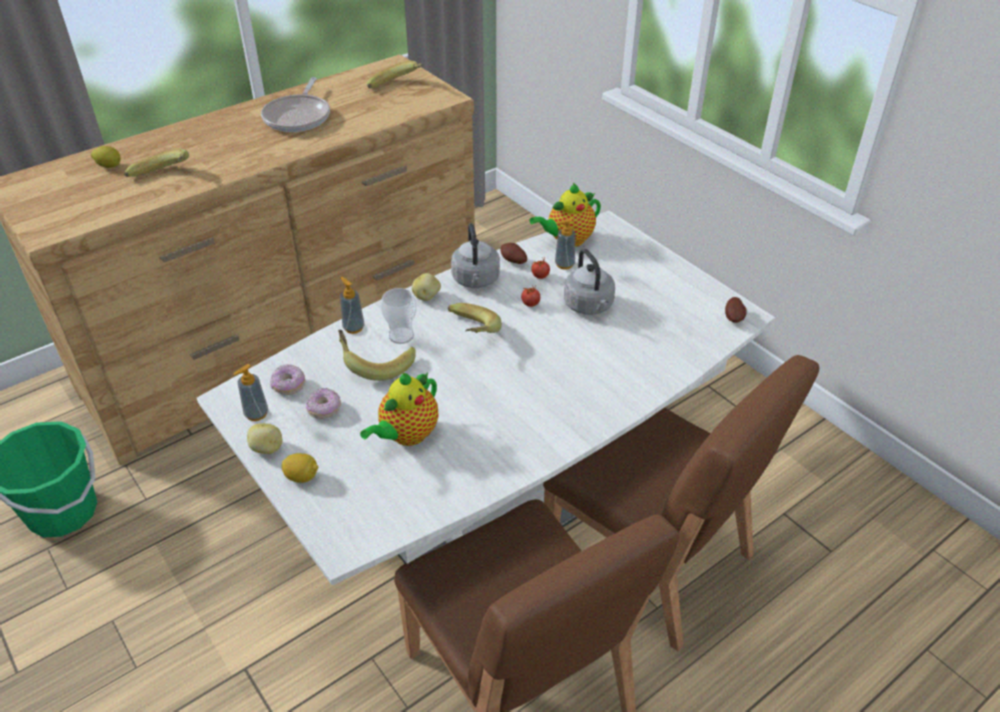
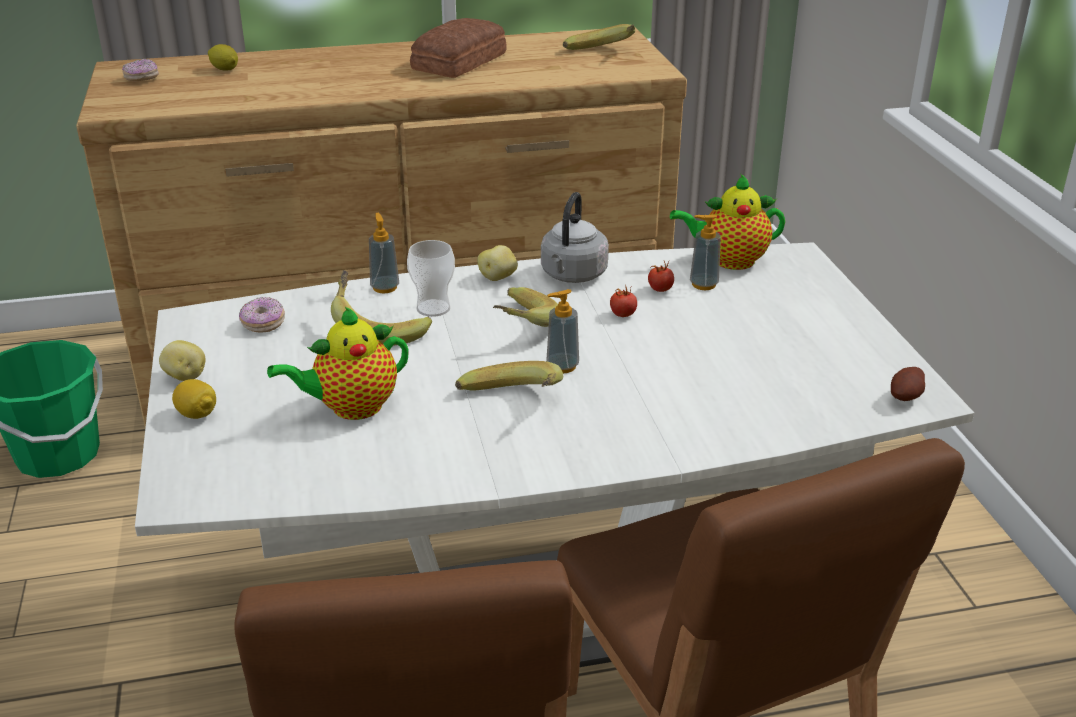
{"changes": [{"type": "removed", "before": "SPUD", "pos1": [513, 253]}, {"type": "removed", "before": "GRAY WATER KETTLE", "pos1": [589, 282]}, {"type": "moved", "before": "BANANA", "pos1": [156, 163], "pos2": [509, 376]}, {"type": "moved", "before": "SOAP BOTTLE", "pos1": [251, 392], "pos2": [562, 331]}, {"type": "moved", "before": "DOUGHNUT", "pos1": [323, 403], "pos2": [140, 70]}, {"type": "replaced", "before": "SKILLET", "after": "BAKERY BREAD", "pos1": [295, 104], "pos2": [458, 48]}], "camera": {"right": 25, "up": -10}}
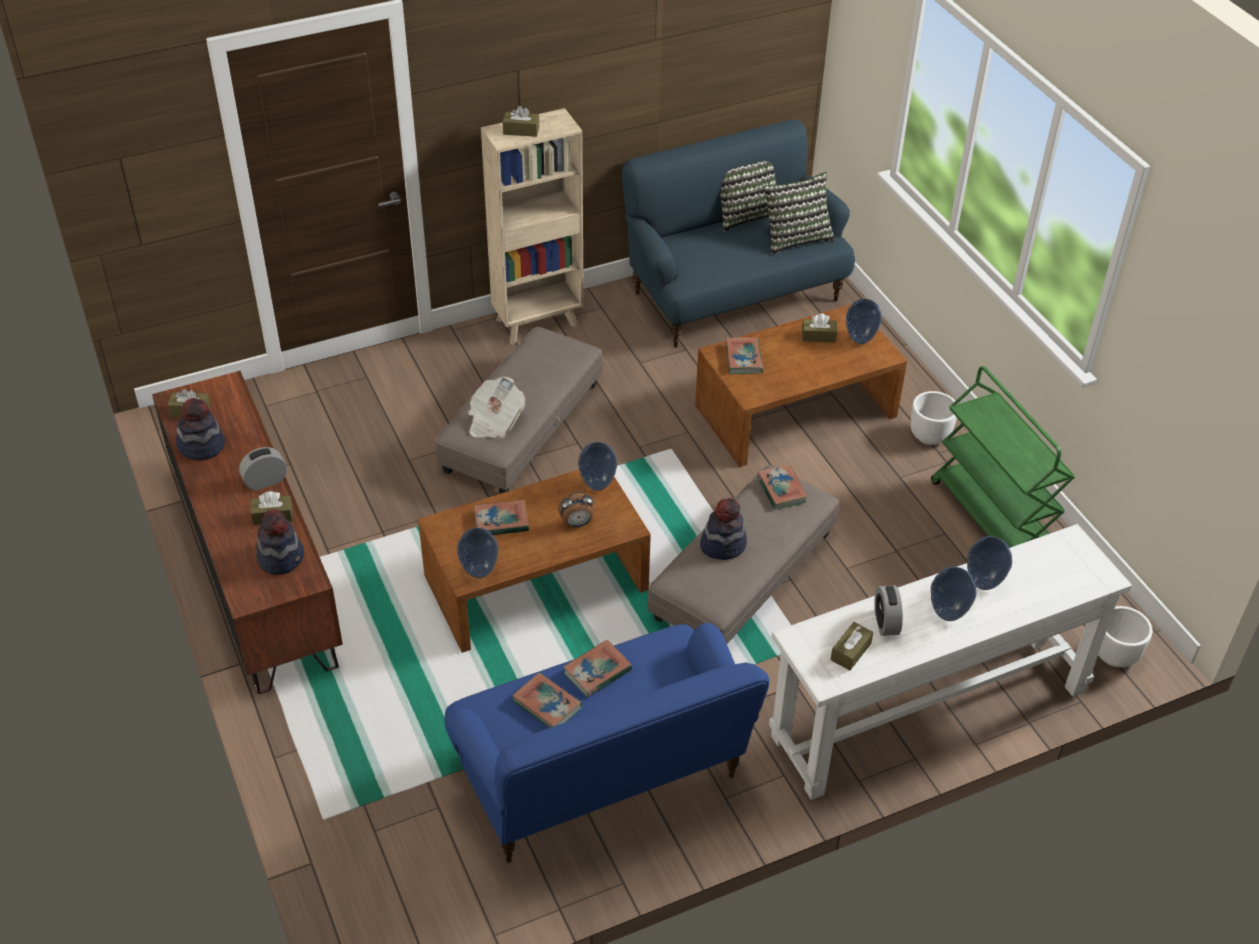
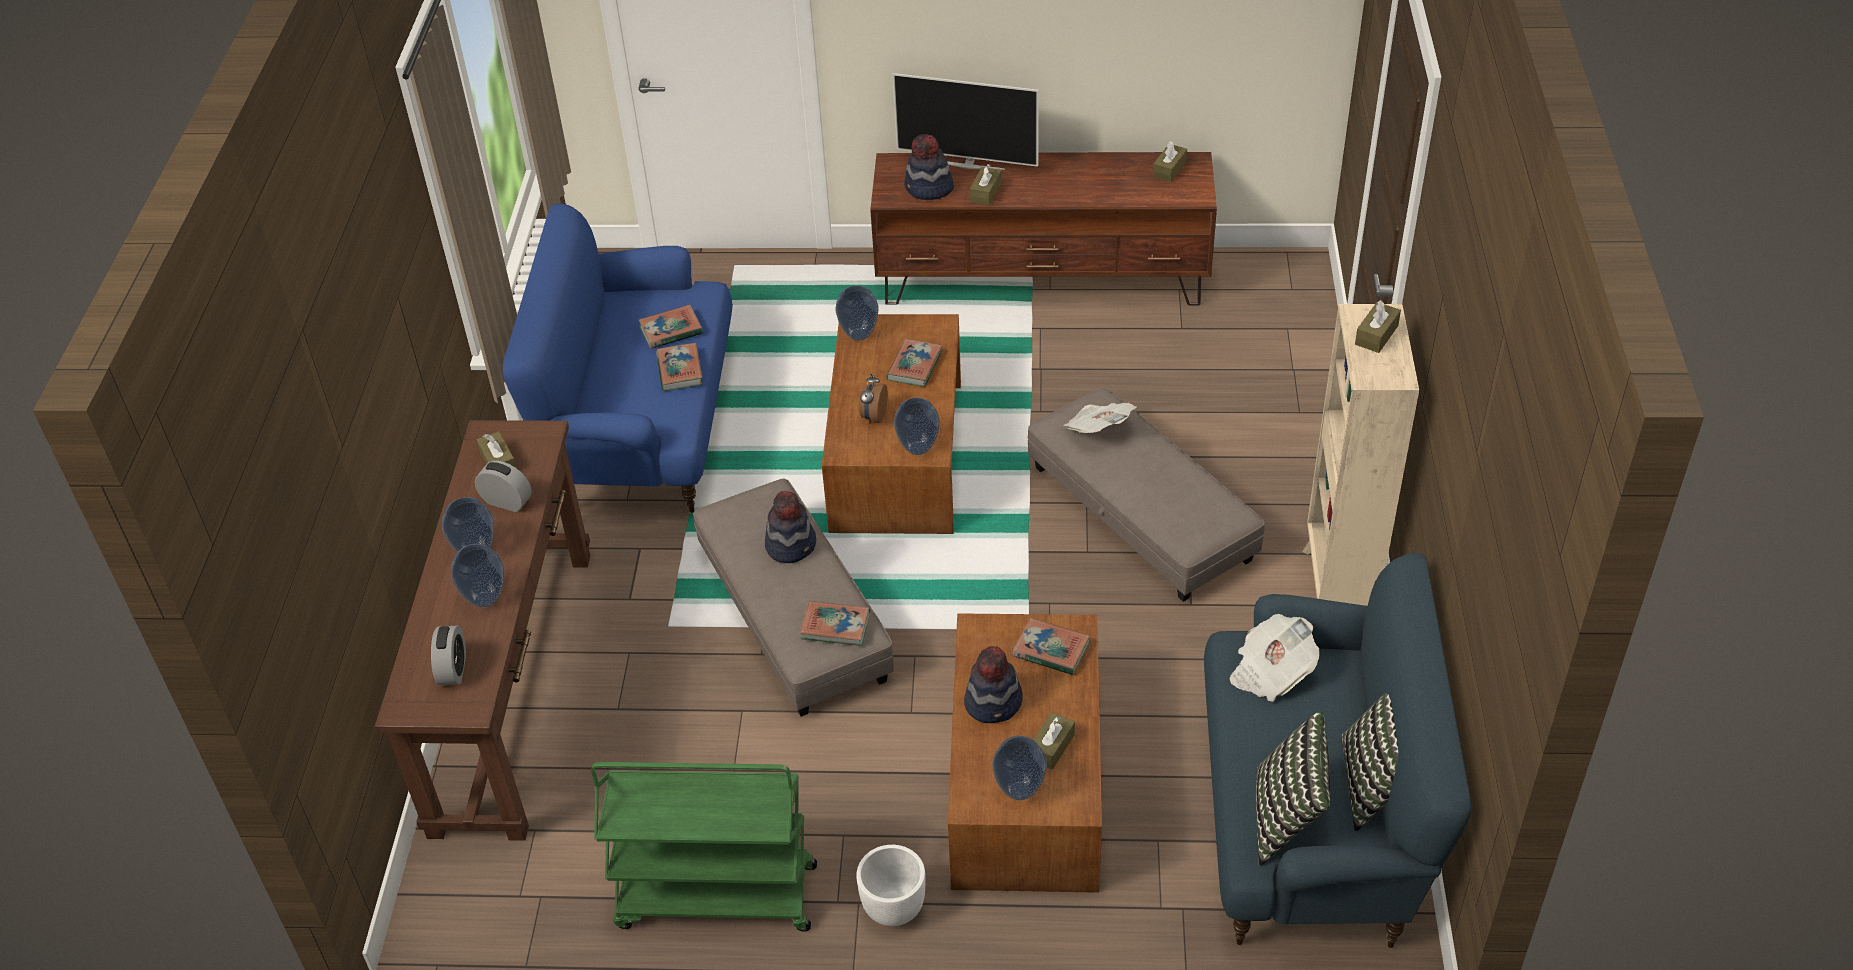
{"changes": [{"type": "removed", "before": "WHITE PLANTER", "pos1": [1125, 636]}, {"type": "added", "after": "TELEVISION", "pos2": [965, 121]}, {"type": "added", "after": "PRINTED PAPER", "pos2": [1275, 658]}, {"type": "moved", "before": "WEARABLE HAT", "pos1": [200, 429], "pos2": [993, 684]}, {"type": "moved", "before": "BEDSIDE CLOCK", "pos1": [263, 469], "pos2": [448, 655]}, {"type": "recoloured", "before": "WHITE HALL TABLE", "after": "BROWNISH HALL TABLE", "pos1": [950, 662], "pos2": [482, 630]}], "camera": {"right": 120, "up": 0}}
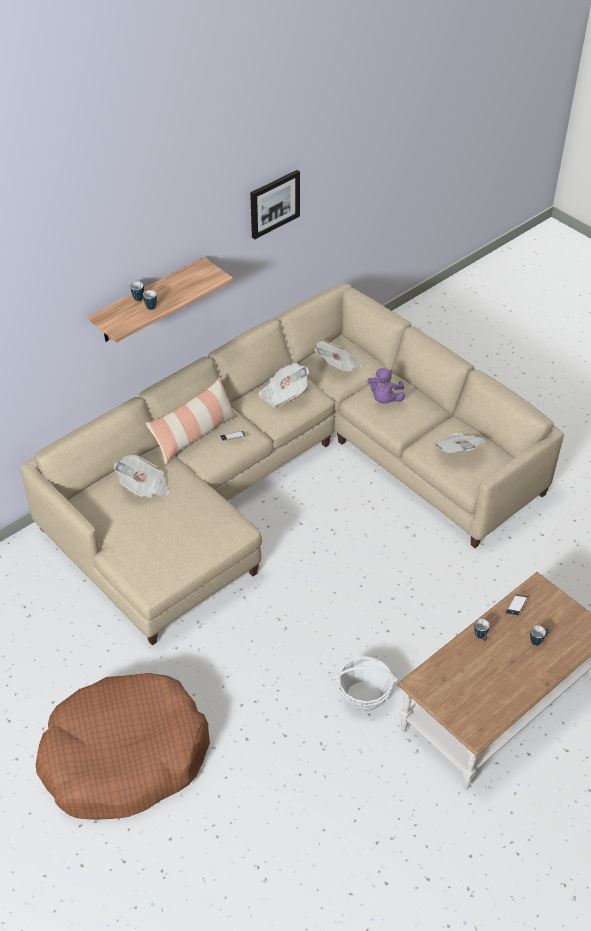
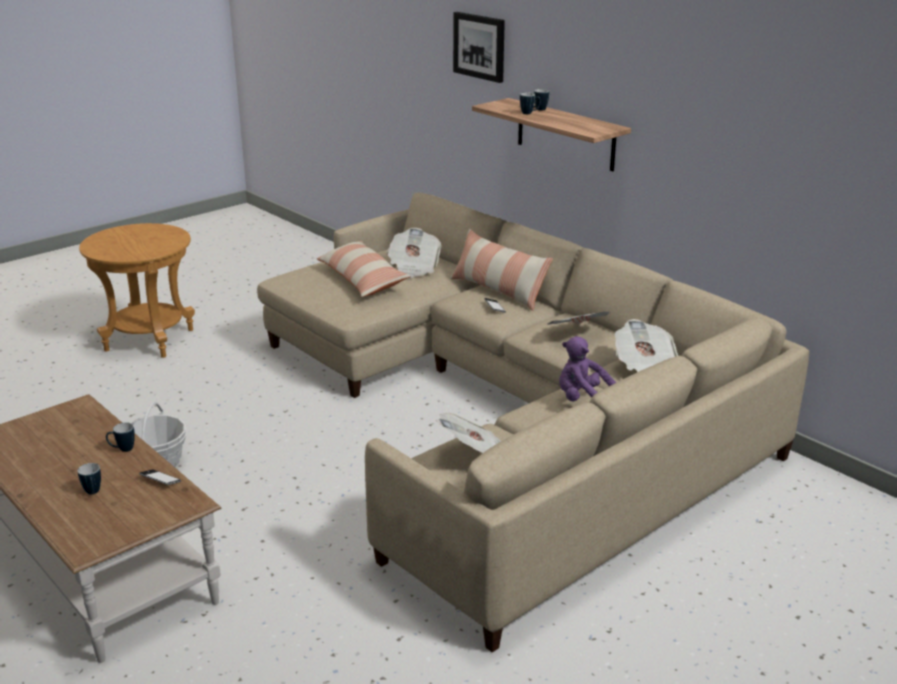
{"changes": [{"type": "added", "after": "PILLOW", "pos2": [364, 269]}, {"type": "moved", "before": "PICTURE", "pos1": [275, 204], "pos2": [479, 47]}, {"type": "replaced", "before": "BROWNISH PET BED", "after": "BROWNISH SIDE TABLE", "pos1": [123, 746], "pos2": [137, 290]}], "camera": {"right": 90, "up": -20}}
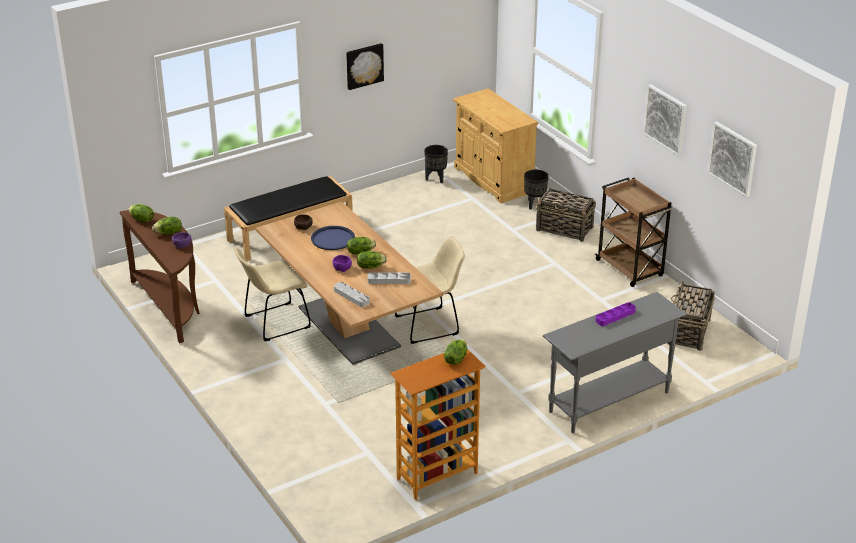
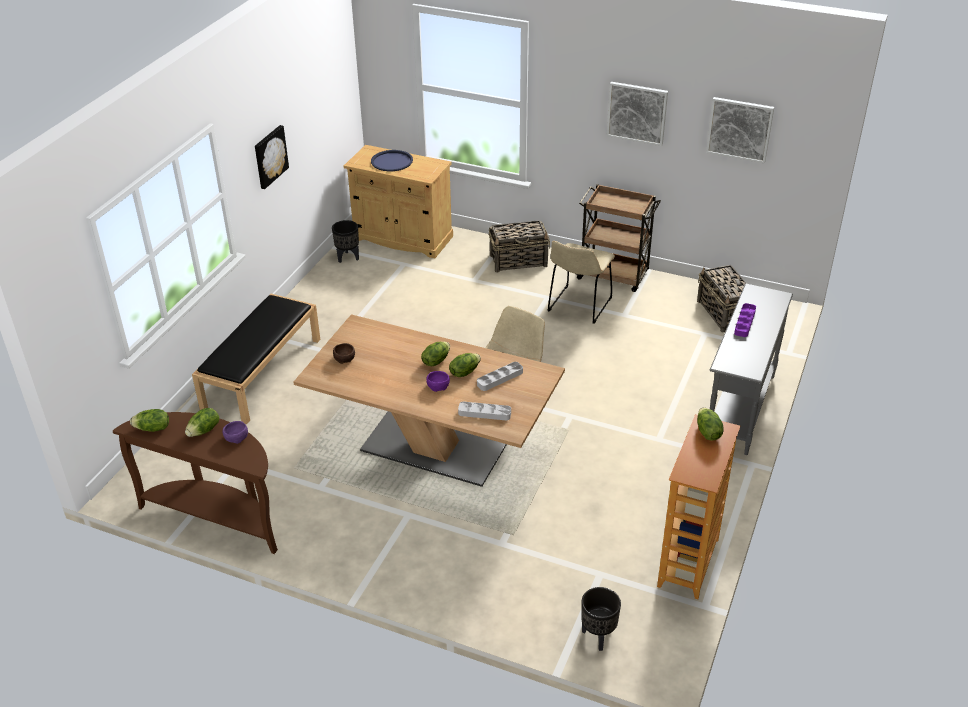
{"changes": [{"type": "moved", "before": "SAND-COLOURED UPRIGHT CHAIR", "pos1": [272, 294], "pos2": [581, 282]}, {"type": "moved", "before": "BLUE TRAY", "pos1": [333, 238], "pos2": [392, 160]}, {"type": "moved", "before": "BLACKISH PLANTER", "pos1": [536, 189], "pos2": [601, 619]}], "camera": {"right": -35, "up": 5}}
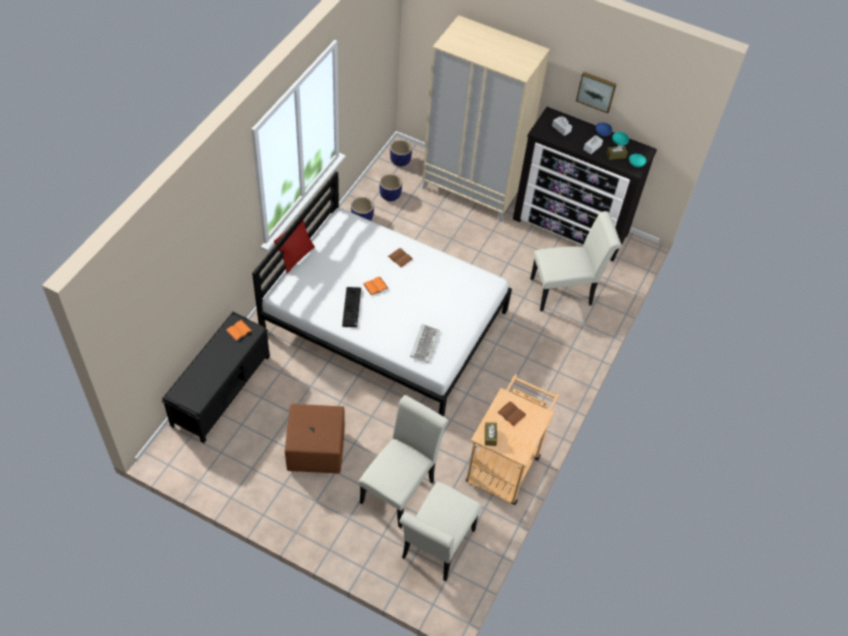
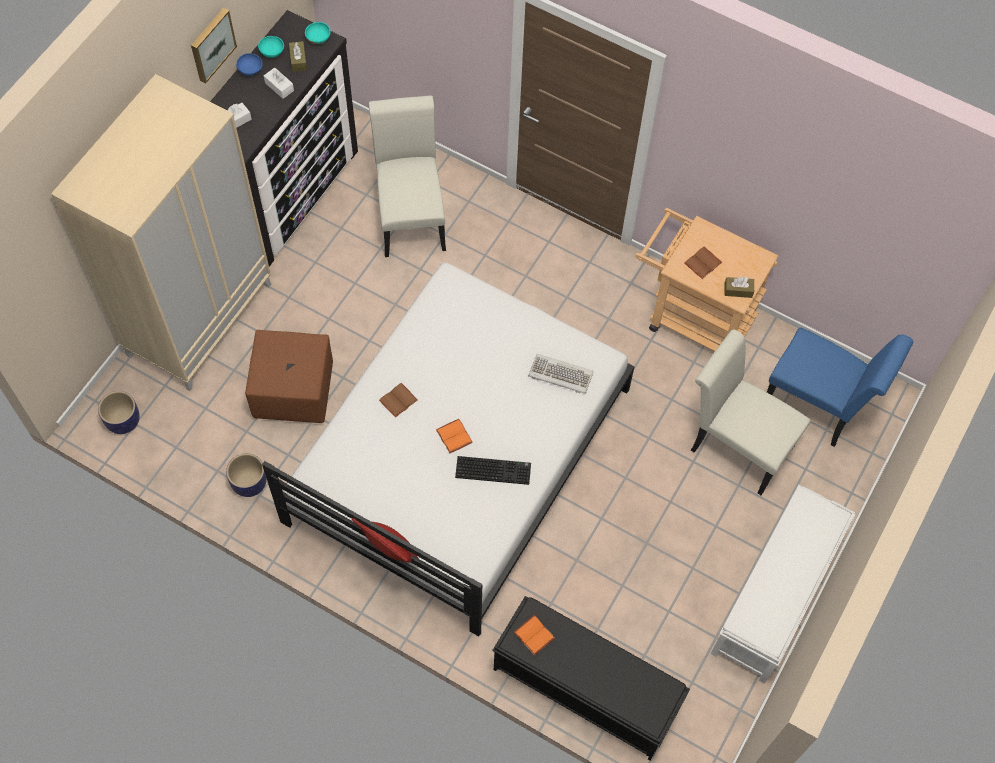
{"changes": [{"type": "removed", "before": "PLANTER", "pos1": [391, 187]}, {"type": "added", "after": "WHITE LONG SEAT", "pos2": [782, 584]}, {"type": "moved", "before": "BROWNISH POUFFE", "pos1": [315, 438], "pos2": [289, 376]}, {"type": "recoloured", "before": "WHITE UPRIGHT CHAIR", "after": "BLUE UPRIGHT CHAIR", "pos1": [440, 531], "pos2": [840, 387]}], "camera": {"right": -85, "up": 10}}
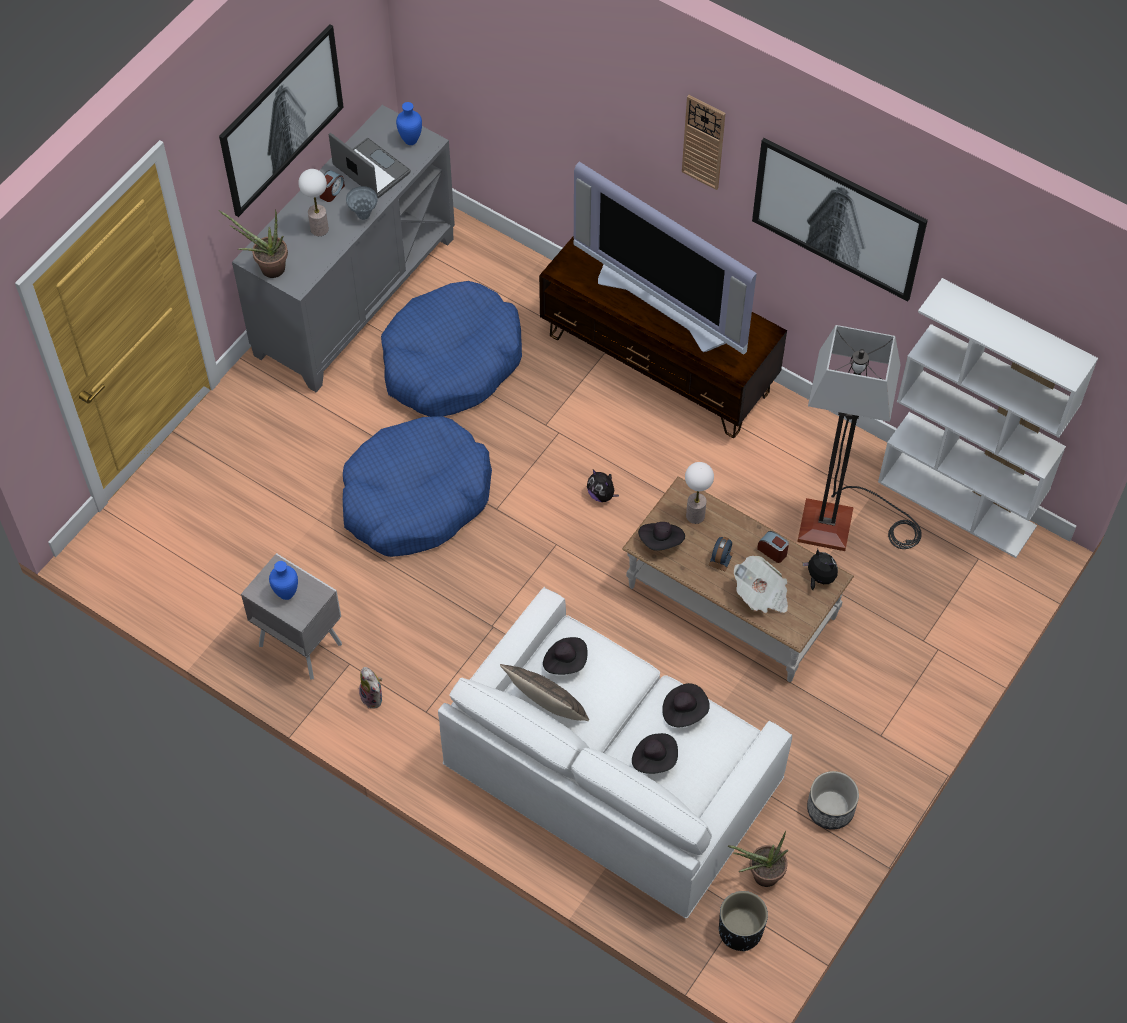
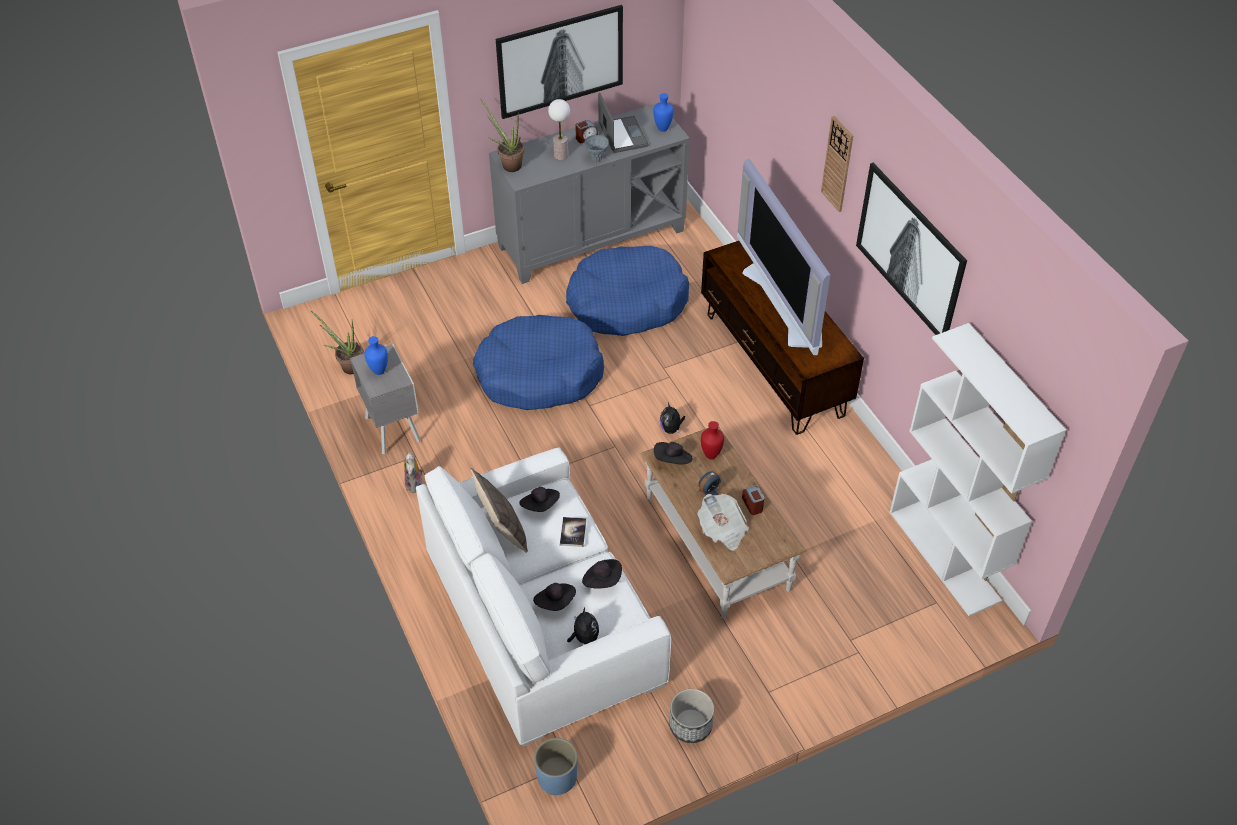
{"changes": [{"type": "removed", "before": "STANDARD LAMP", "pos1": [859, 438]}, {"type": "added", "after": "BOOK", "pos2": [573, 532]}, {"type": "moved", "before": "HOUSEPLANT", "pos1": [758, 859], "pos2": [337, 342]}, {"type": "moved", "before": "PLUSH TOY", "pos1": [820, 569], "pos2": [583, 626]}, {"type": "replaced", "before": "TABLE LAMP", "after": "RED-COLOURED DECORATIVE VASE", "pos1": [699, 493], "pos2": [712, 440]}, {"type": "recoloured", "before": "BLACKISH PLANTER", "after": "BLUE PLANTER", "pos1": [743, 921], "pos2": [555, 766]}], "camera": {"right": 30, "up": -10}}
